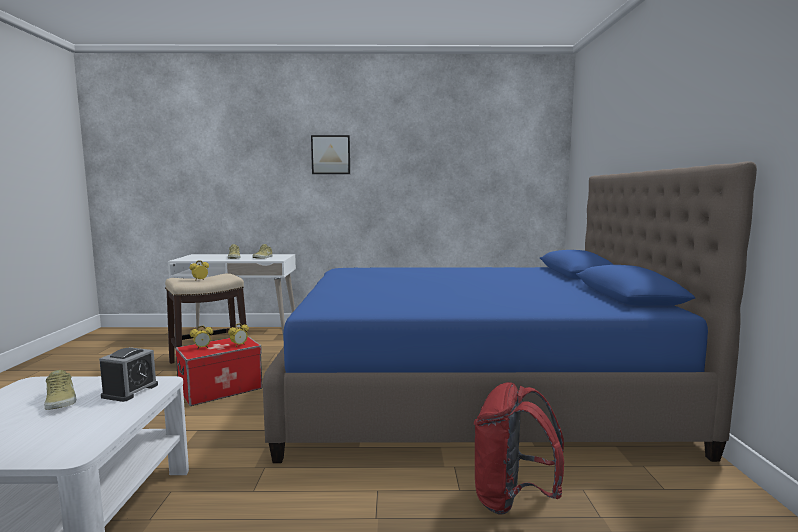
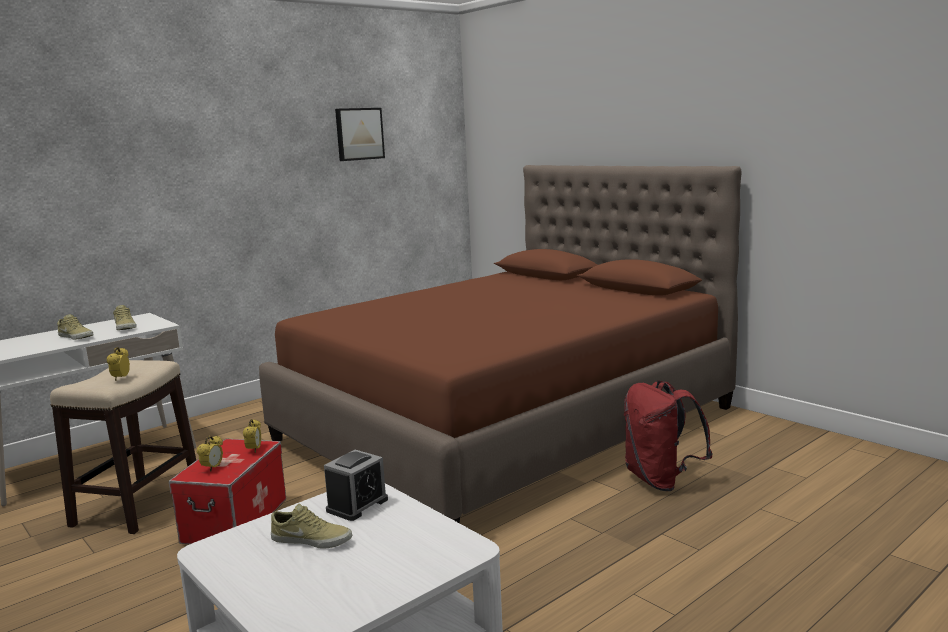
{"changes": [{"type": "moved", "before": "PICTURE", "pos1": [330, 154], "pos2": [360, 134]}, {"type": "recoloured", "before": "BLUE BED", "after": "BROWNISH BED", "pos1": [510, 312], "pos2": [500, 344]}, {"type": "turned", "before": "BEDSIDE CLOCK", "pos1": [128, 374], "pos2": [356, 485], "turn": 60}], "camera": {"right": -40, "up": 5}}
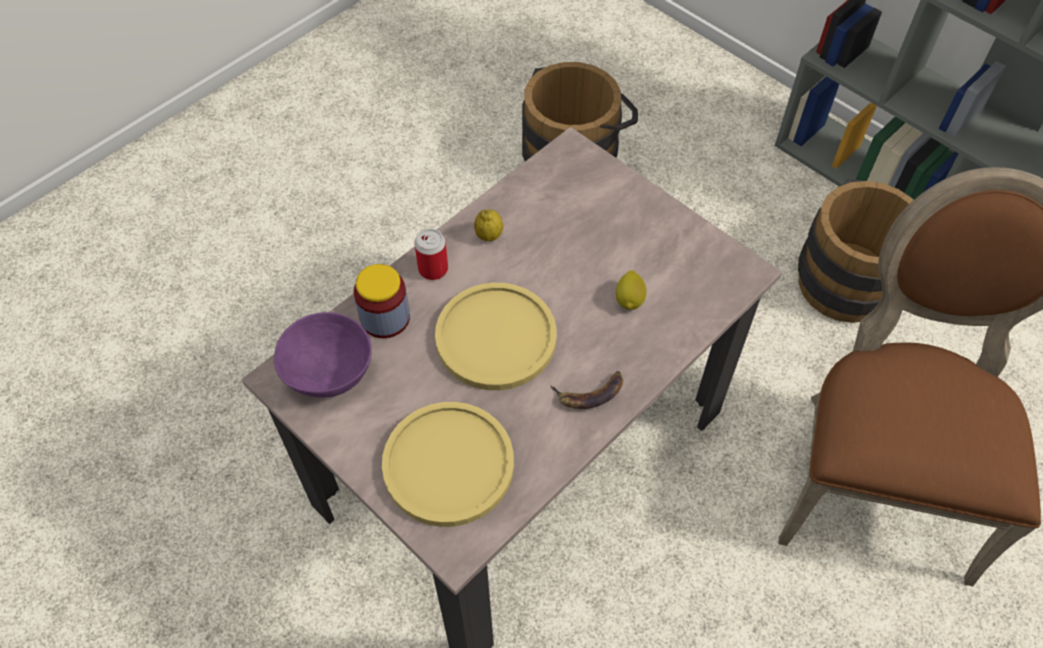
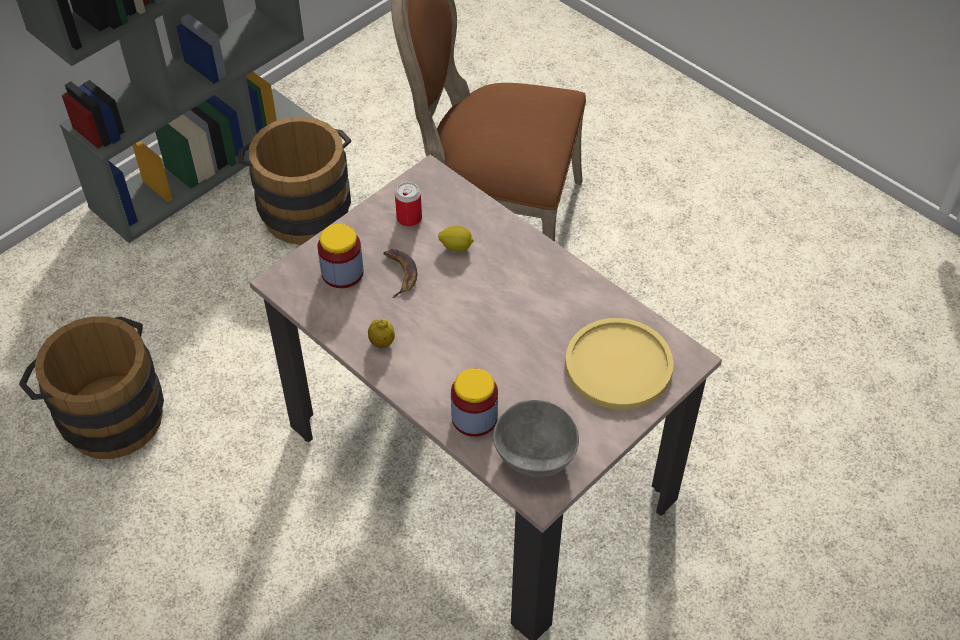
{"changes": [{"type": "removed", "before": "YELLOWISH FLAT DISH", "pos1": [496, 336]}, {"type": "added", "after": "JAR", "pos2": [340, 256]}, {"type": "moved", "before": "METAL CAN", "pos1": [431, 254], "pos2": [408, 204]}, {"type": "moved", "before": "BANANA", "pos1": [586, 390], "pos2": [400, 273]}, {"type": "recoloured", "before": "PURPLISH BOWL", "after": "GRAY BOWL", "pos1": [323, 355], "pos2": [536, 439]}], "camera": {"right": -90, "up": -5}}
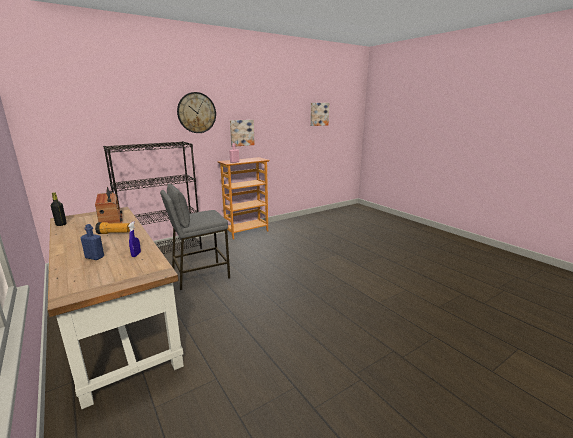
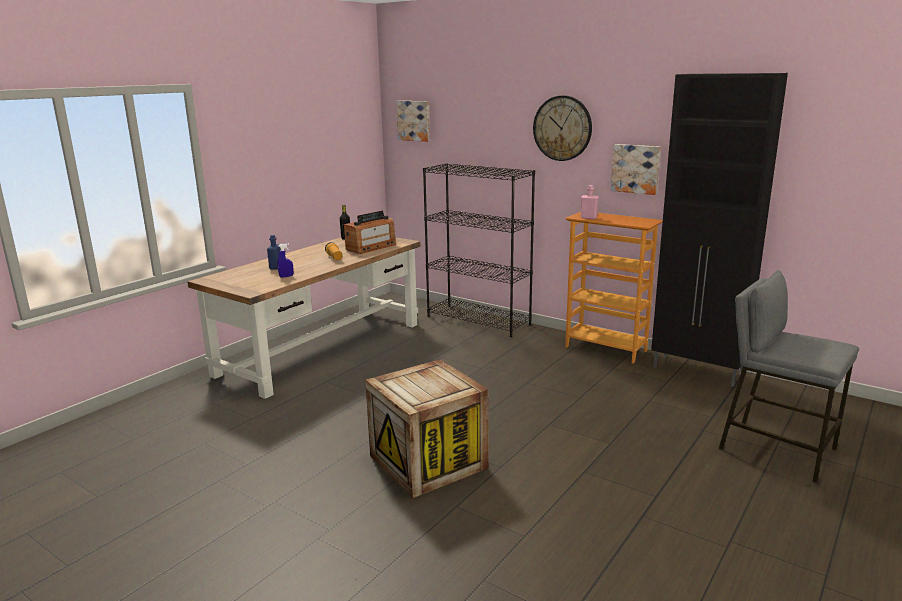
{"changes": [{"type": "added", "after": "PACKING CRATE", "pos2": [427, 428]}, {"type": "added", "after": "BLACKISH CUPBOARD", "pos2": [719, 229]}, {"type": "moved", "before": "GRAY STOOL SEAT", "pos1": [195, 236], "pos2": [789, 376]}, {"type": "moved", "before": "PICTURE", "pos1": [319, 114], "pos2": [413, 121]}], "camera": {"right": 70, "up": 0}}
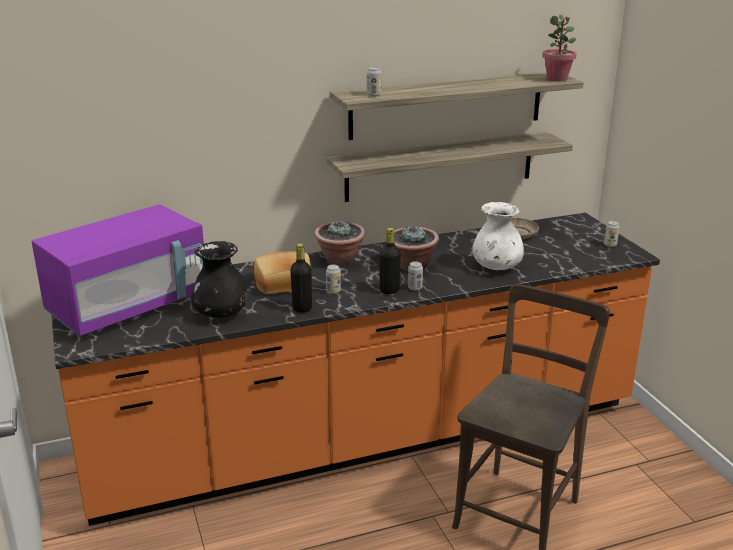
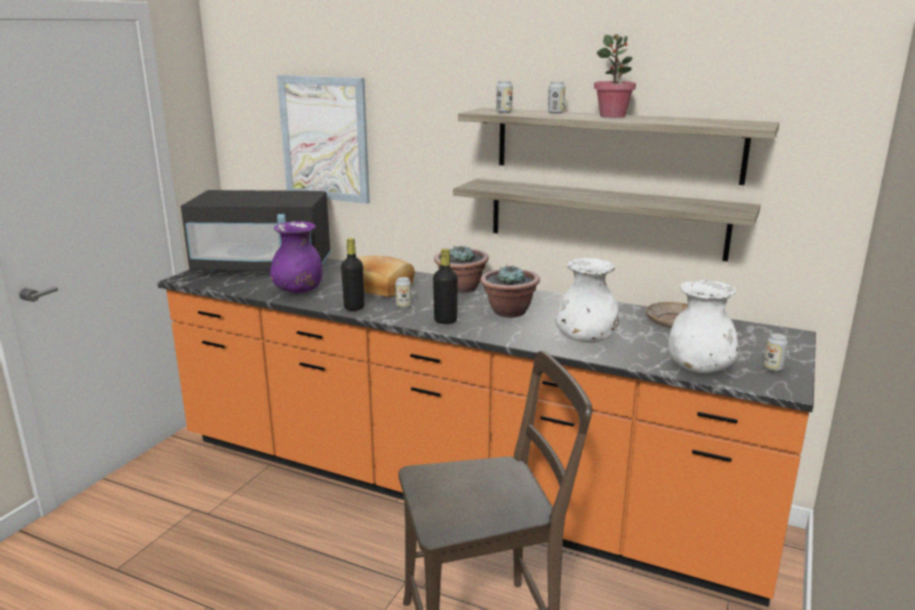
{"changes": [{"type": "added", "after": "PICTURE", "pos2": [323, 139]}, {"type": "added", "after": "WHITE DECORATIVE VASE", "pos2": [703, 326]}, {"type": "moved", "before": "METAL CAN", "pos1": [415, 276], "pos2": [556, 98]}, {"type": "moved", "before": "HOUSEPLANT", "pos1": [559, 47], "pos2": [615, 76]}, {"type": "recoloured", "before": "PURPLISH MICROWAVE", "after": "BLACKISH MICROWAVE", "pos1": [118, 270], "pos2": [256, 231]}, {"type": "recoloured", "before": "BLACKISH DECORATIVE VASE", "after": "PURPLISH DECORATIVE VASE", "pos1": [219, 279], "pos2": [296, 257]}], "camera": {"right": 45, "up": -5}}
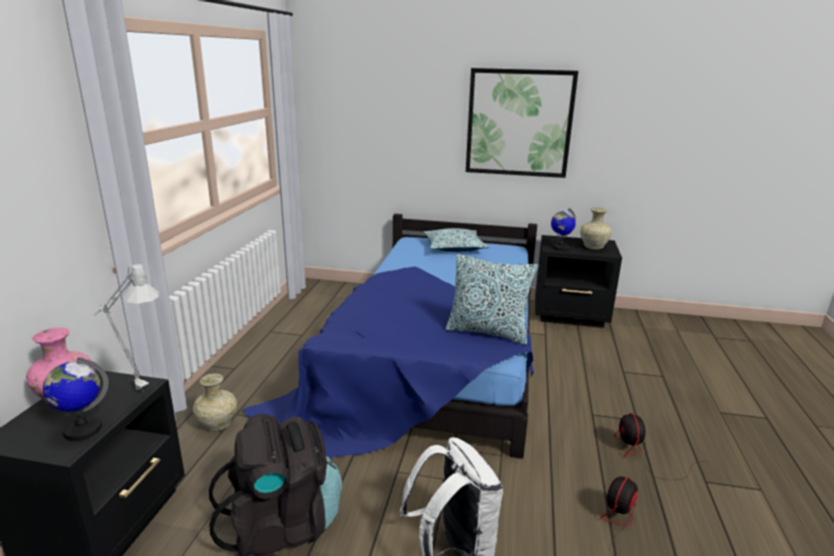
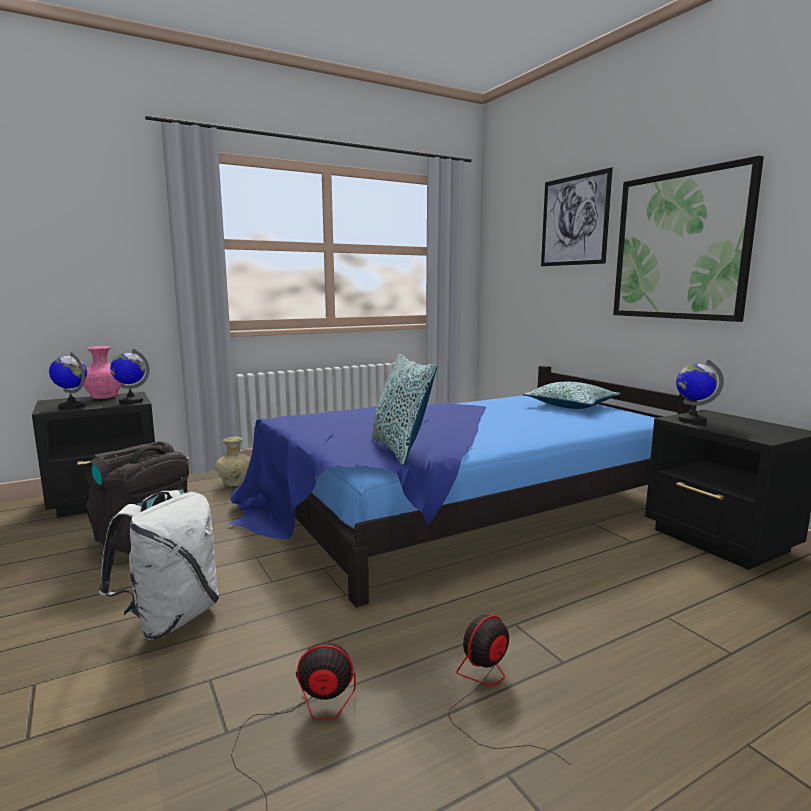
{"changes": [{"type": "removed", "before": "SAND-COLOURED DECORATIVE VASE", "pos1": [596, 228]}, {"type": "added", "after": "PICTURE", "pos2": [577, 216]}, {"type": "replaced", "before": "GRAY TABLE LAMP", "after": "WORLD GLOBE", "pos1": [125, 327], "pos2": [130, 376]}], "camera": {"right": 50, "up": -10}}
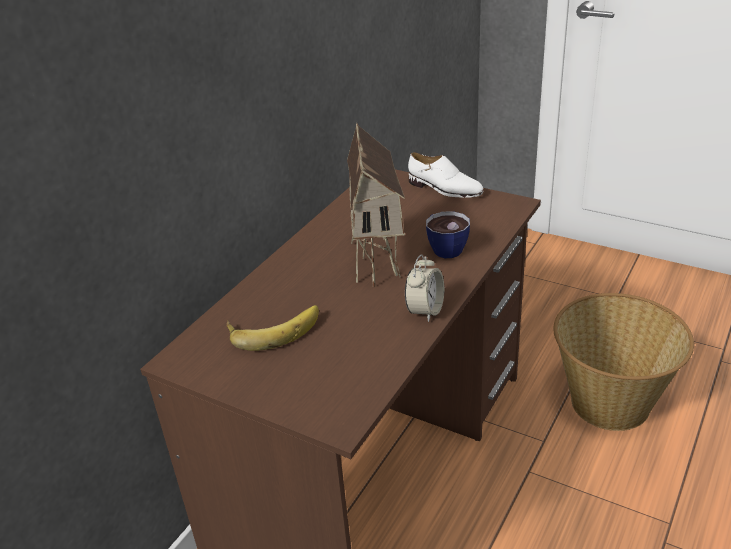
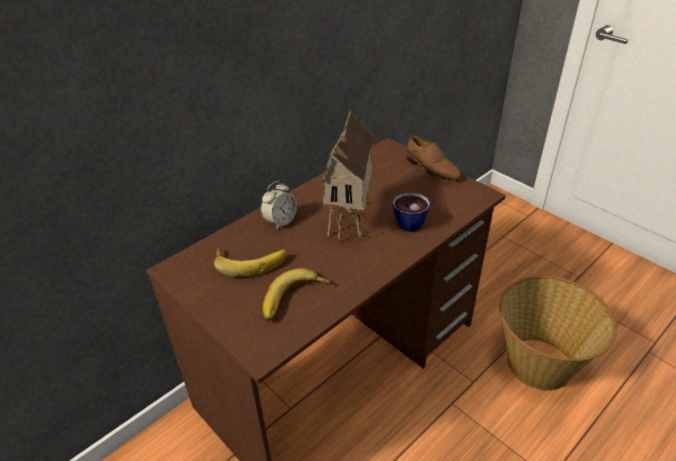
{"changes": [{"type": "added", "after": "BANANA", "pos2": [296, 294]}, {"type": "moved", "before": "BEDSIDE CLOCK", "pos1": [424, 288], "pos2": [279, 205]}, {"type": "recoloured", "before": "WHITE ITEM OF FOOTWEAR", "after": "BROWNISH ITEM OF FOOTWEAR", "pos1": [446, 175], "pos2": [434, 158]}], "camera": {"right": 15, "up": 5}}
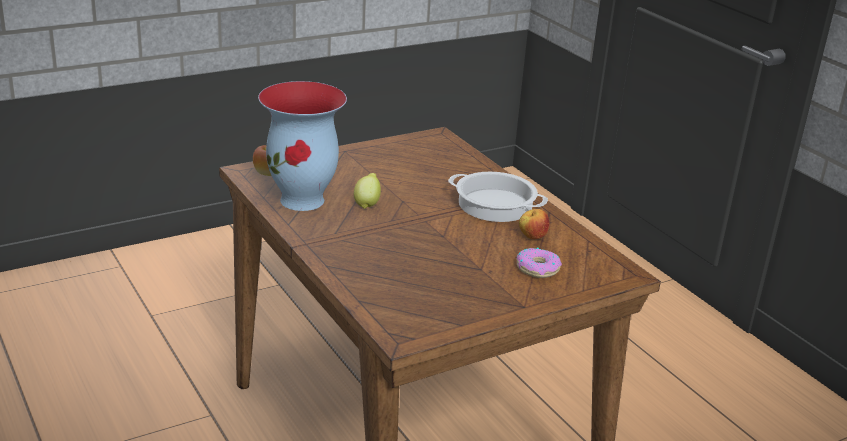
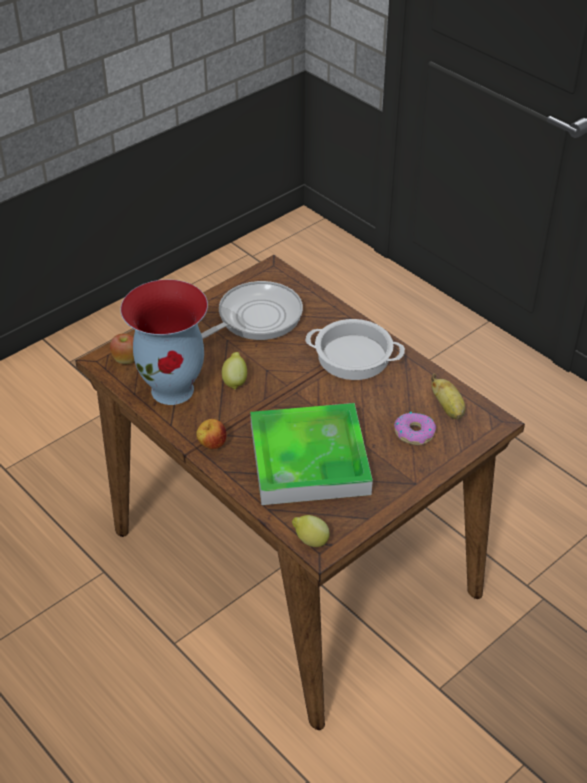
{"changes": [{"type": "added", "after": "SKILLET", "pos2": [252, 310]}, {"type": "added", "after": "TRAY", "pos2": [311, 454]}, {"type": "added", "after": "WHOLE LEMON", "pos2": [311, 531]}, {"type": "added", "after": "BANANA", "pos2": [448, 396]}, {"type": "moved", "before": "APPLE FRUIT", "pos1": [534, 224], "pos2": [211, 434]}], "camera": {"right": -10, "up": 15}}
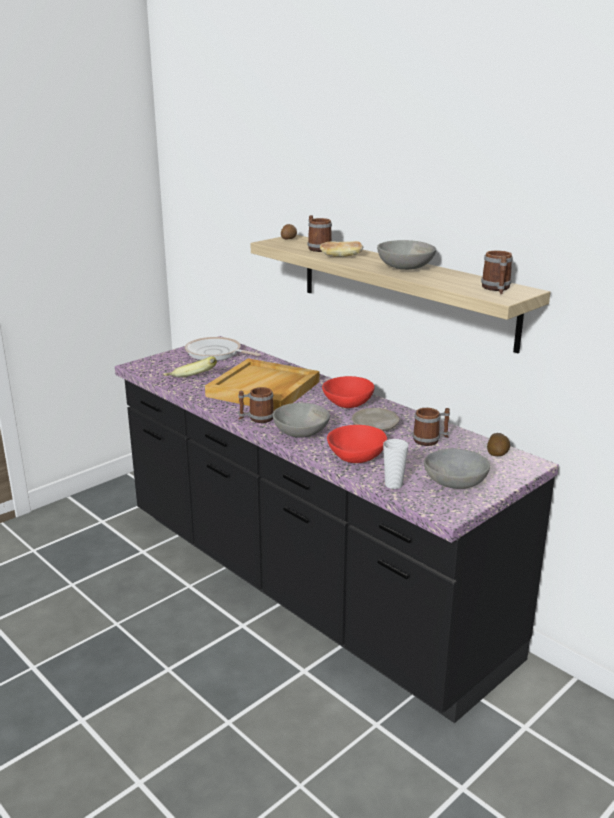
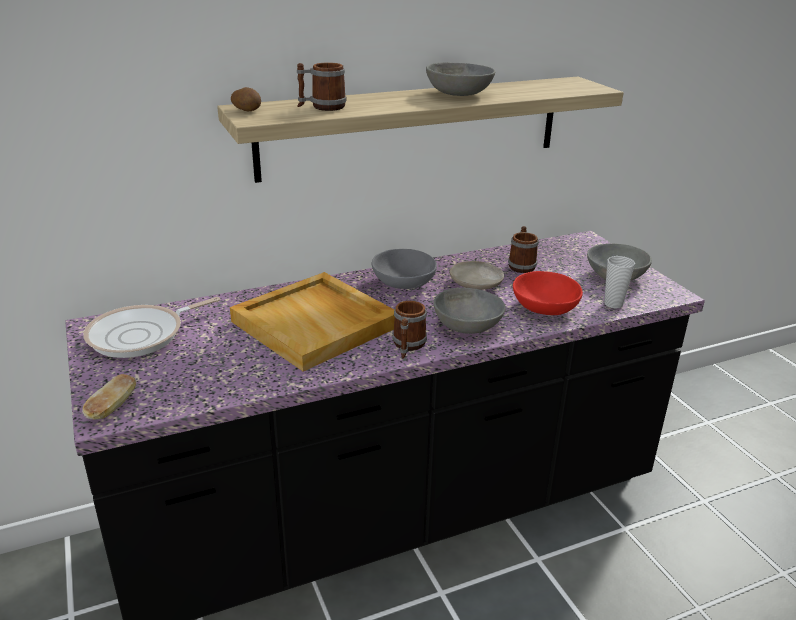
{"changes": [{"type": "removed", "before": "BANANA", "pos1": [190, 366]}, {"type": "removed", "before": "TEA MUG", "pos1": [497, 272]}, {"type": "removed", "before": "SPUD", "pos1": [498, 444]}, {"type": "moved", "before": "BAKERY BREAD", "pos1": [341, 249], "pos2": [109, 396]}, {"type": "recoloured", "before": "RED-COLOURED BOWL", "after": "GRAY BOWL", "pos1": [348, 392], "pos2": [404, 269]}], "camera": {"right": -70, "up": 5}}
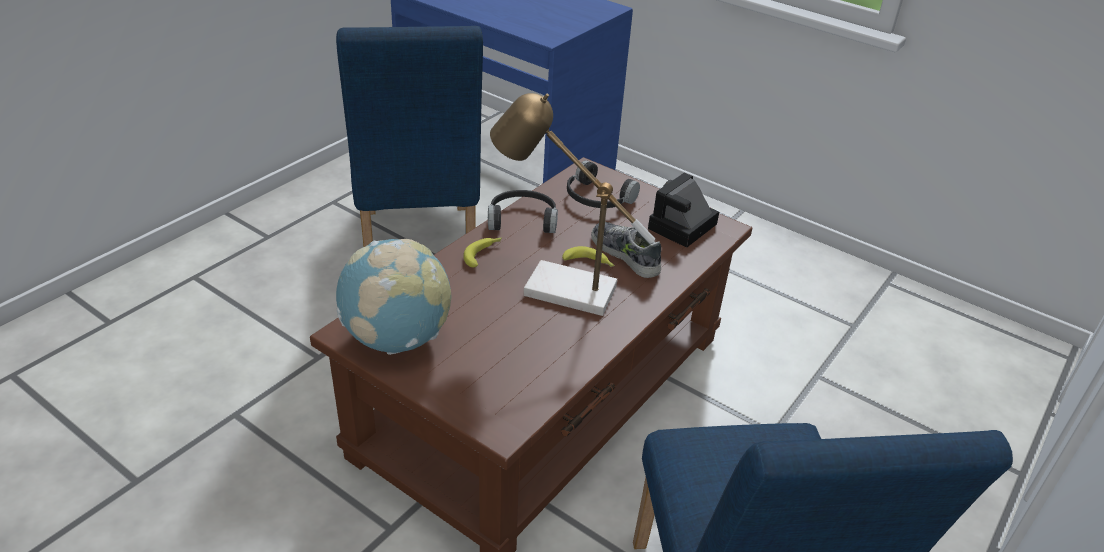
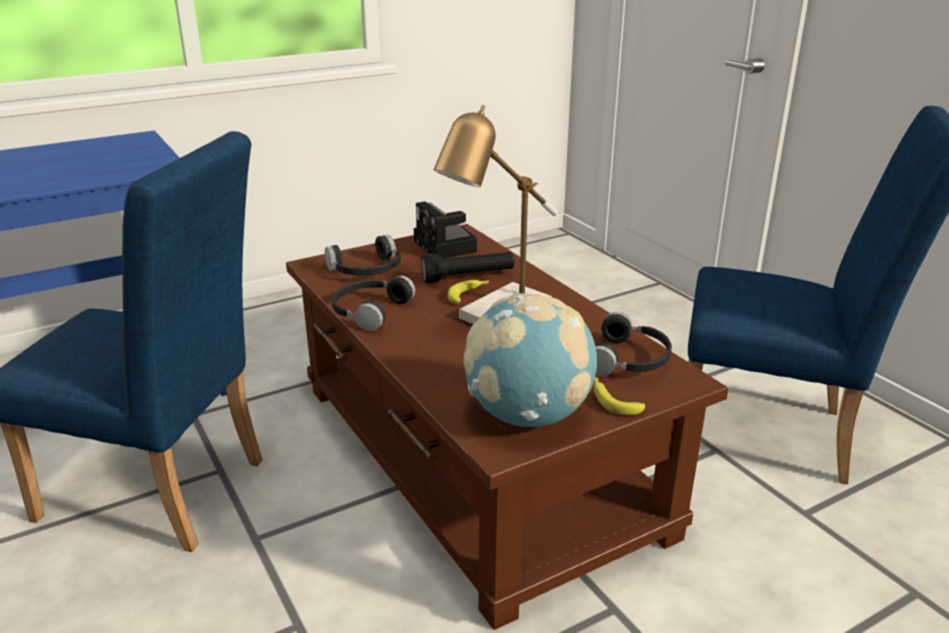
{"changes": [{"type": "added", "after": "BLACKISH HEADPHONES", "pos2": [633, 344]}, {"type": "moved", "before": "BANANA", "pos1": [482, 252], "pos2": [619, 396]}, {"type": "replaced", "before": "ITEM OF FOOTWEAR", "after": "BLACKISH HAND TORCH", "pos1": [626, 250], "pos2": [467, 267]}], "camera": {"right": -65, "up": -10}}
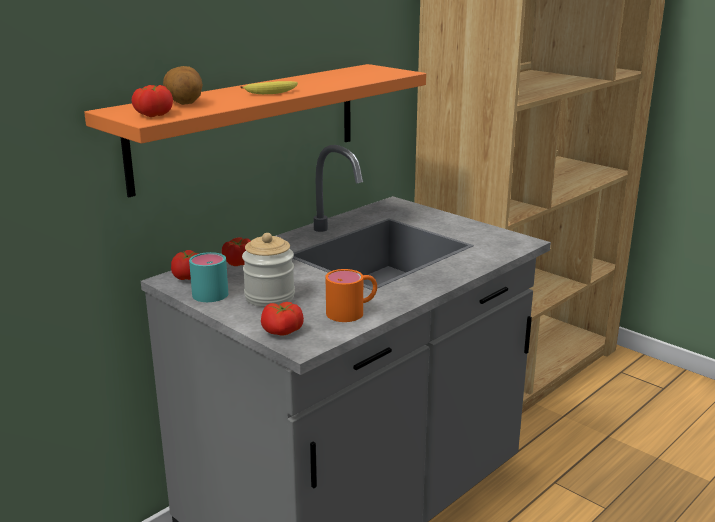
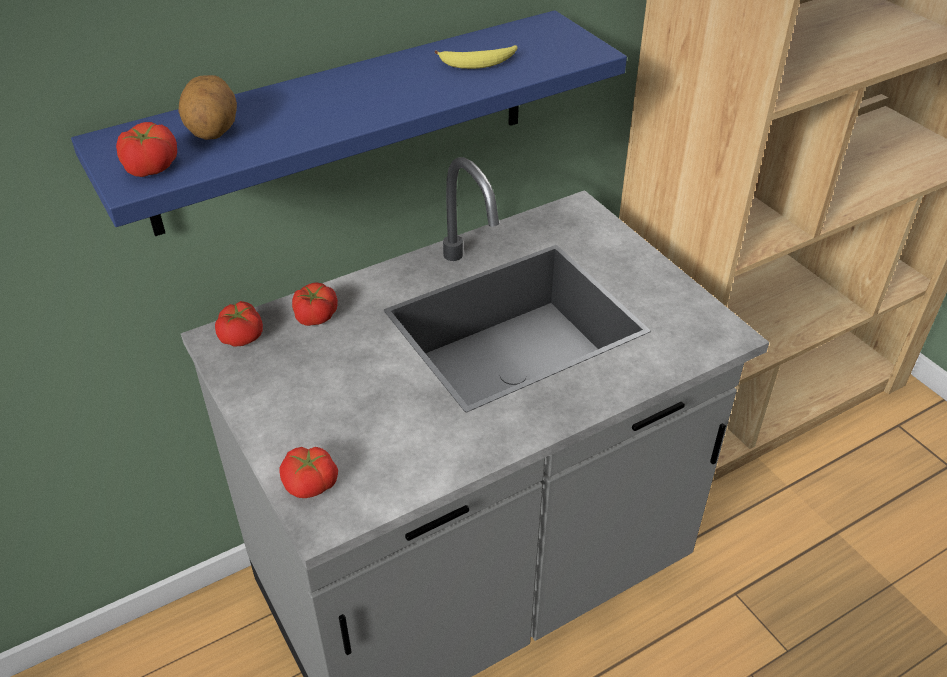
{"changes": [{"type": "removed", "before": "TURQUOISE-COLOURED TEA MUG", "pos1": [208, 277]}, {"type": "removed", "before": "JAR", "pos1": [268, 270]}, {"type": "removed", "before": "ORANGEY TEA MUG", "pos1": [351, 295]}, {"type": "moved", "before": "BANANA", "pos1": [269, 87], "pos2": [476, 57]}, {"type": "recoloured", "before": "ORANGEY WALL SHELF", "after": "BLUE WALL SHELF", "pos1": [255, 130], "pos2": [349, 123]}], "camera": {"right": 15, "up": 20}}
